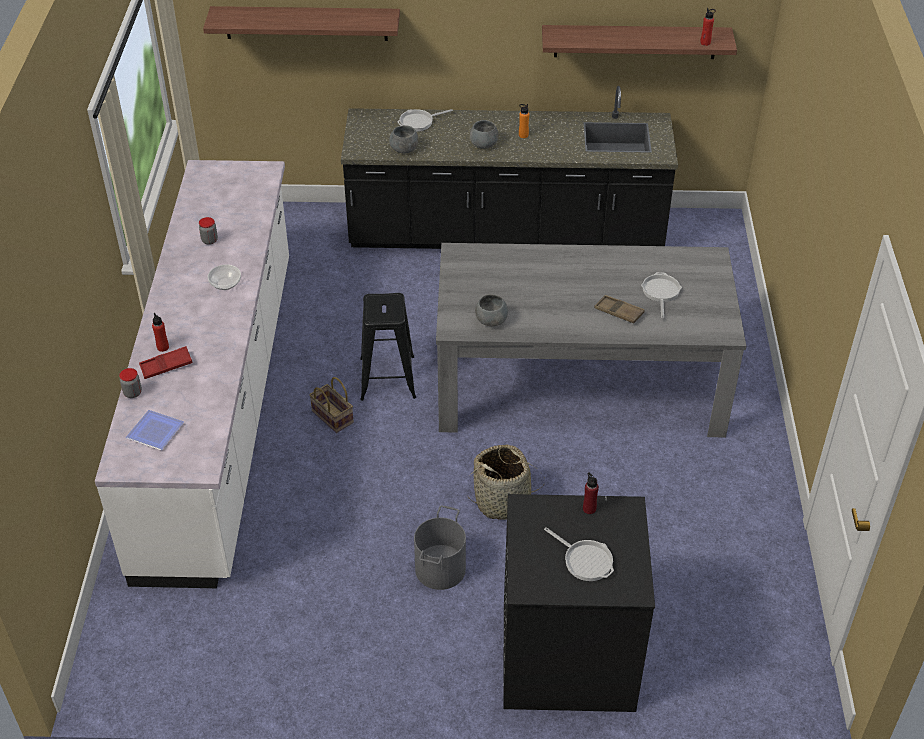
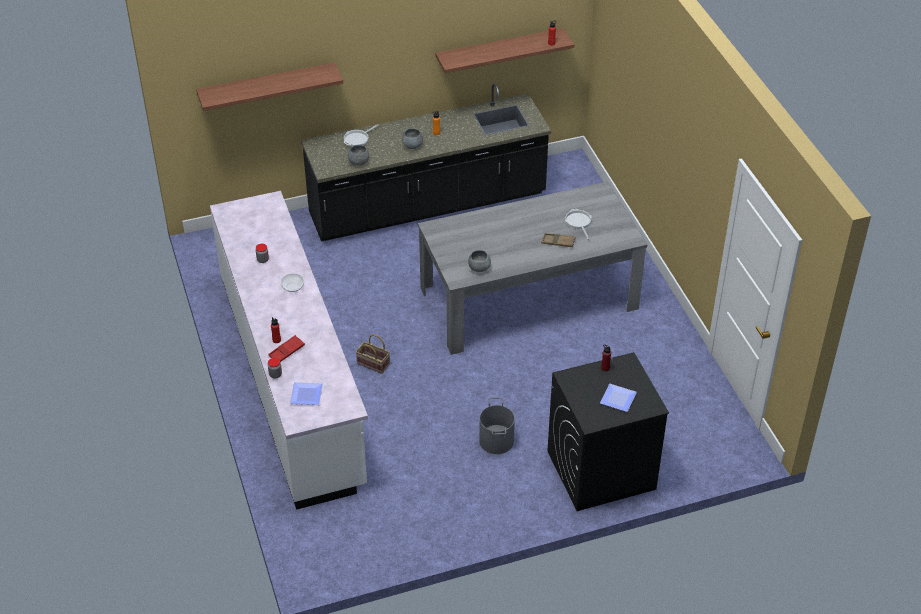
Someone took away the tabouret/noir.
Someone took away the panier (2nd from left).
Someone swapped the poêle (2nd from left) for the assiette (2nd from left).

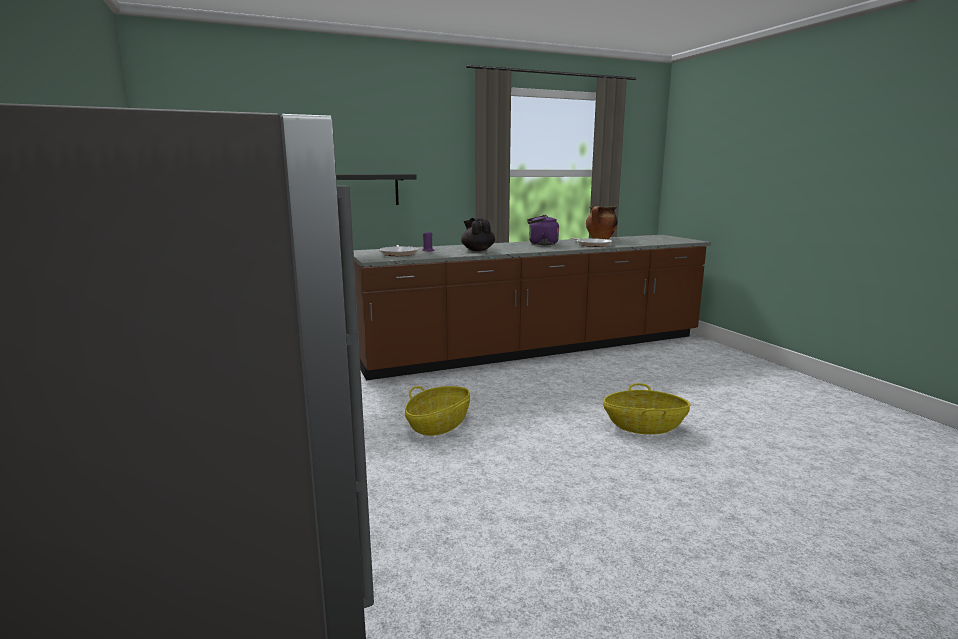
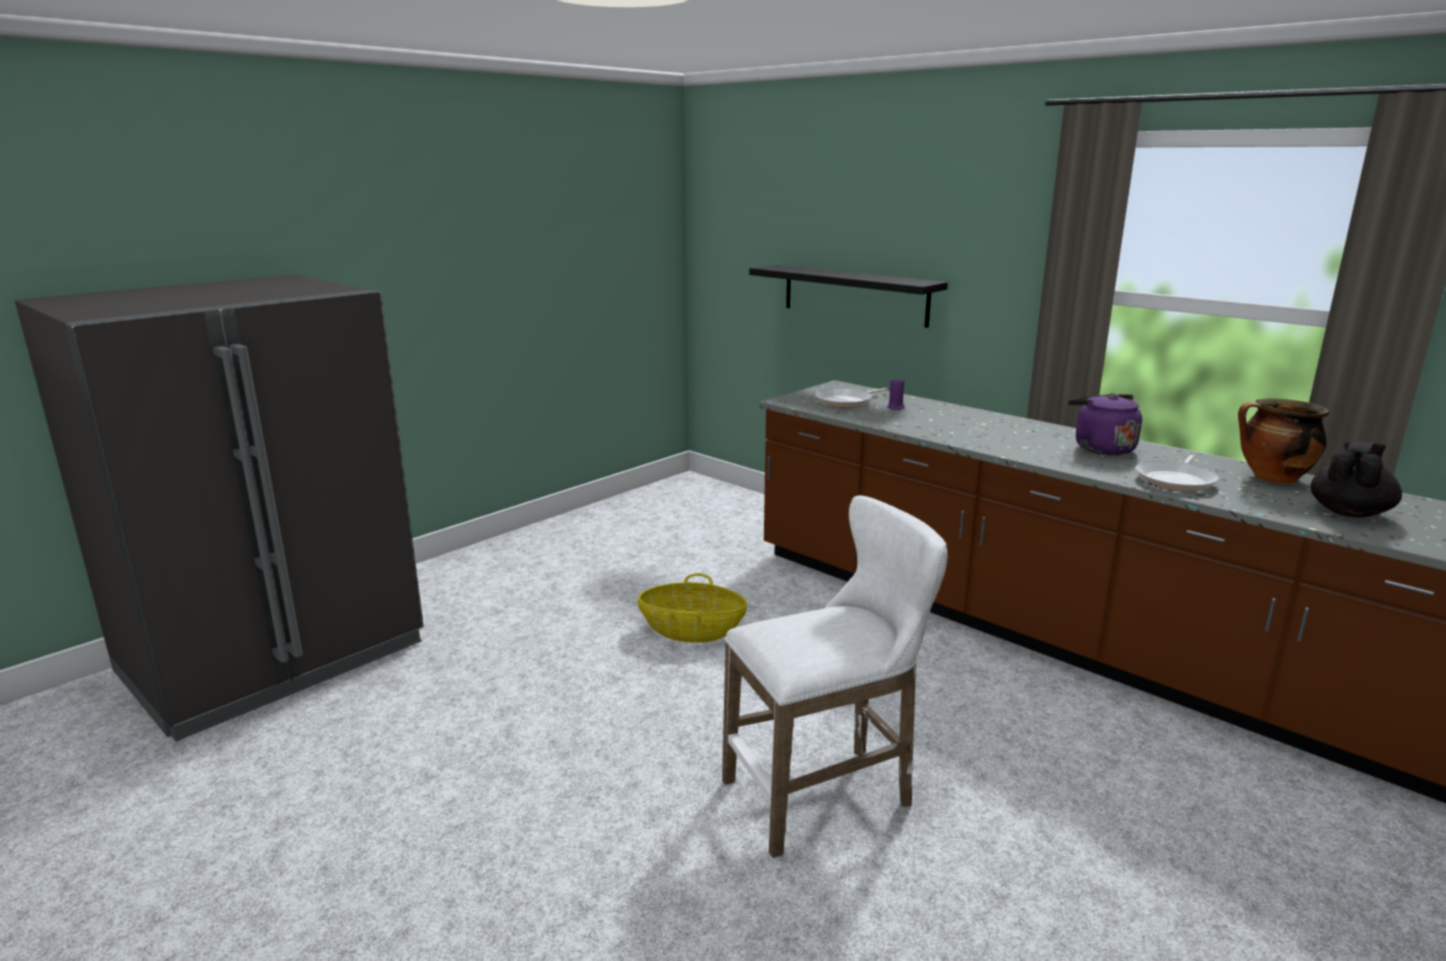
Someone carried the théière/noir.
Someone swapped the panier (2nd from left) for the tabouret/blanc.

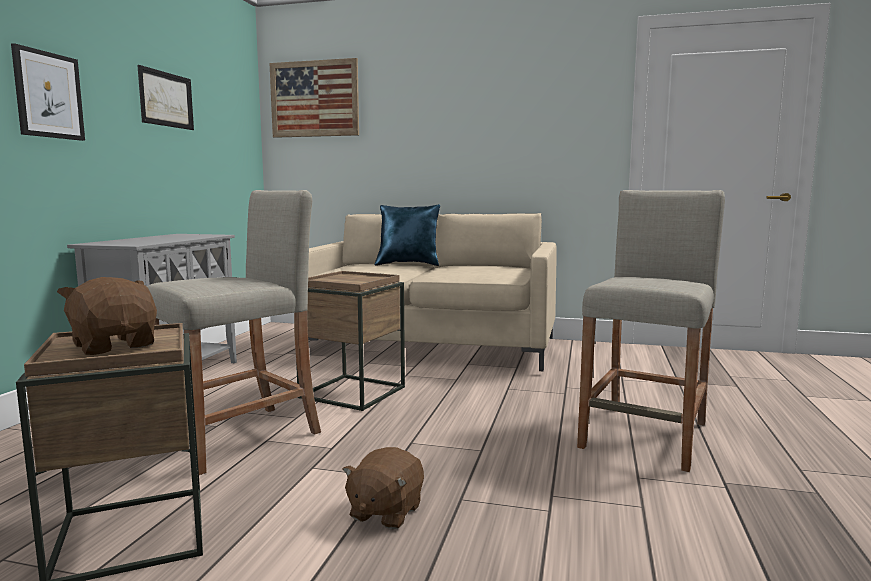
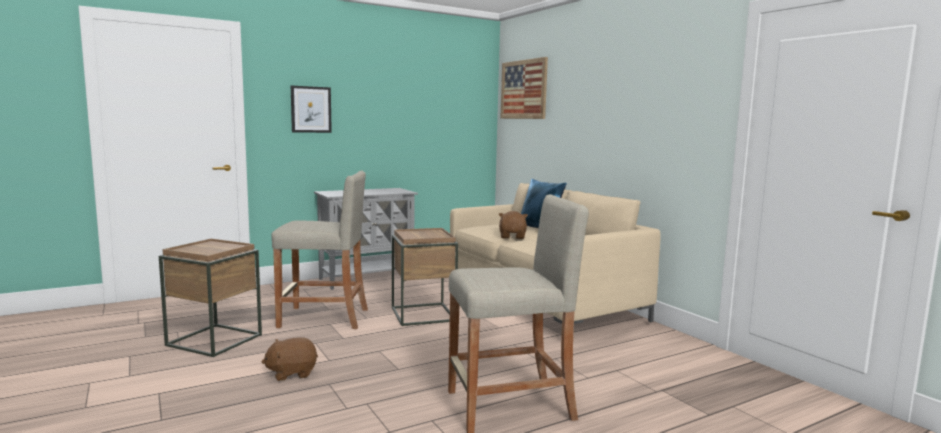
Someone took away the tableau (2nd from left).
Someone carried the peluche/marron (1st from left in the first image).

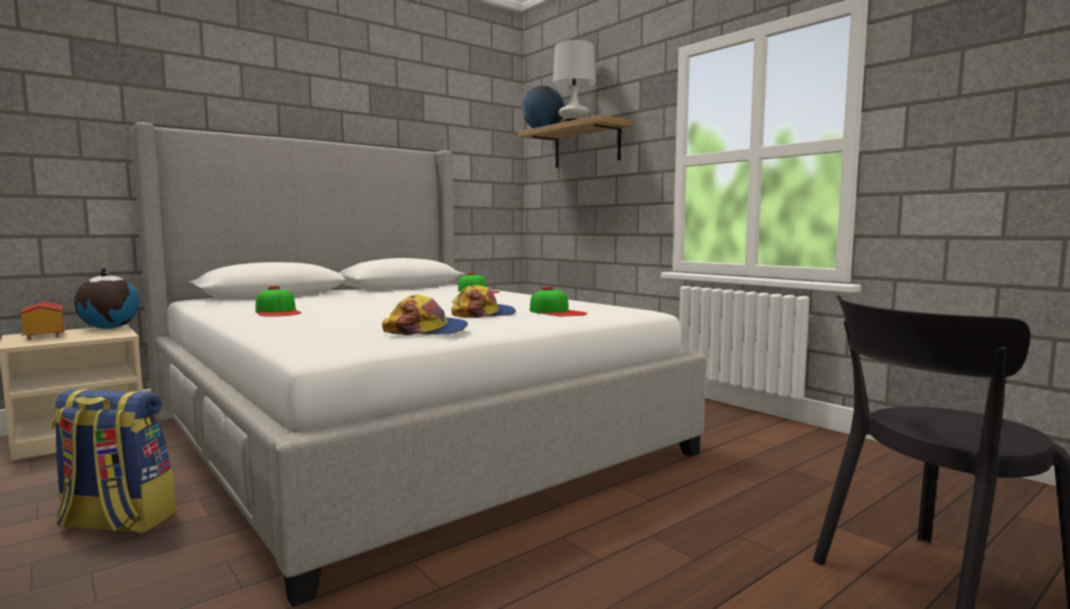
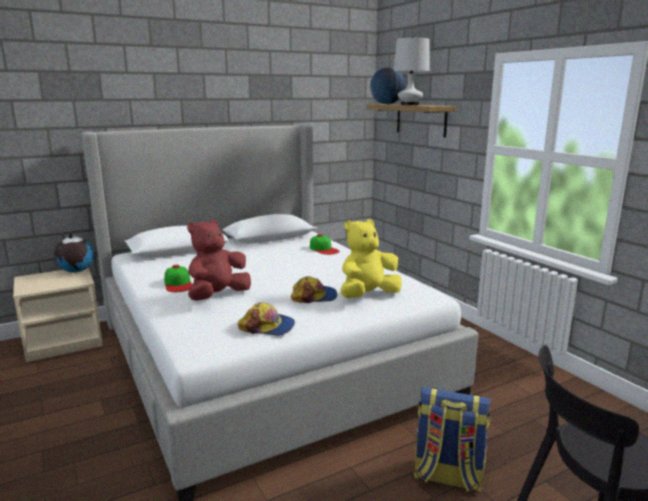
Someone swapped the casquette (5th from left) for the peluche/jaune.
Someone took away the maison miniature.
Someone carried the sac à dos.
Someone put down the peluche/rouge.

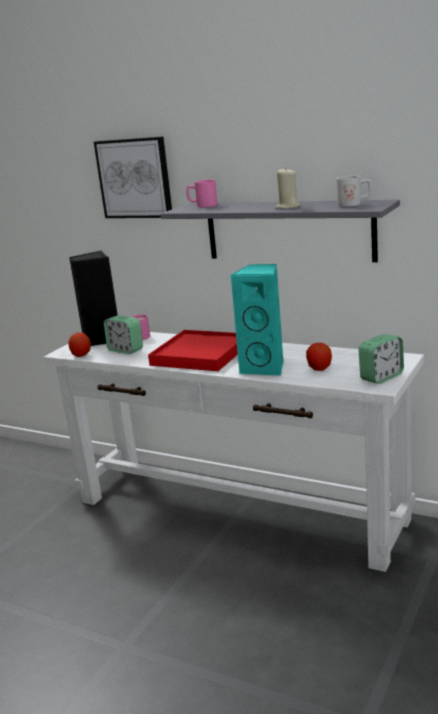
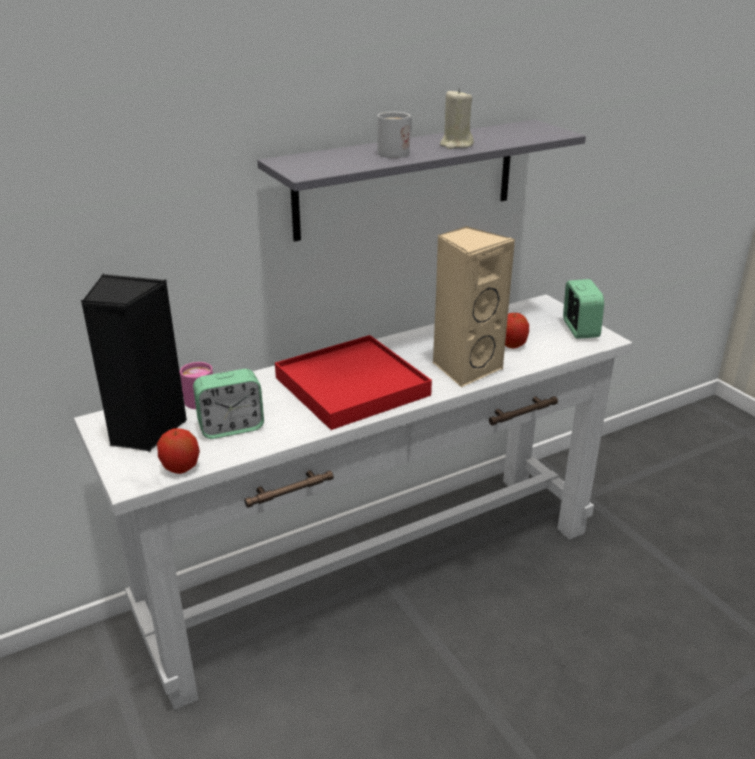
Someone took away the tableau.
Someone carried the mug/blanc.
Someone took away the mug/rose (2nd from left).
Someone repainted the enceinte/turquoise, which became the enceinte/beige.

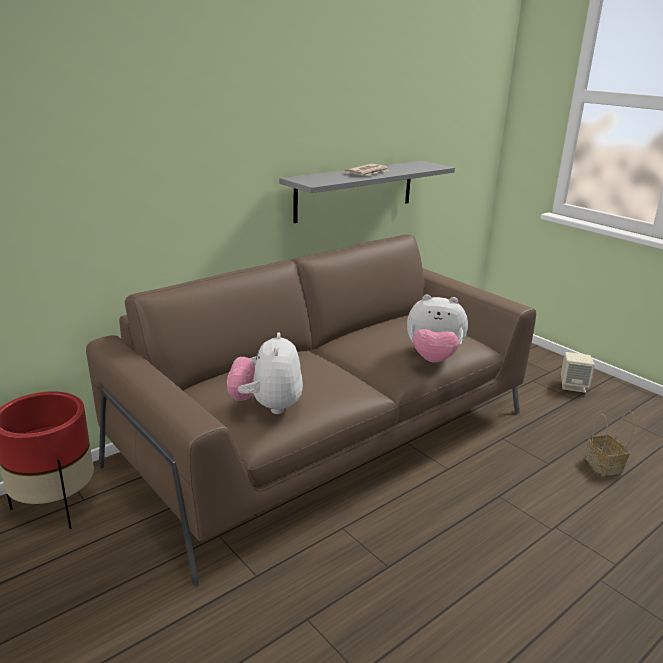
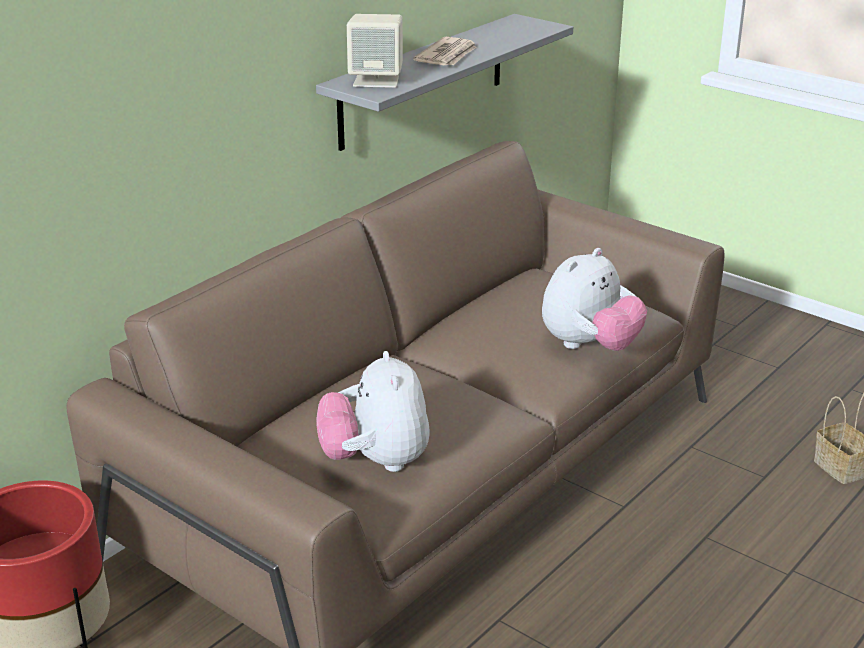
Someone rotated the peluche (2nd from left) by 45 degrees counterclockwise.
Someone carried the enceinte/beige.

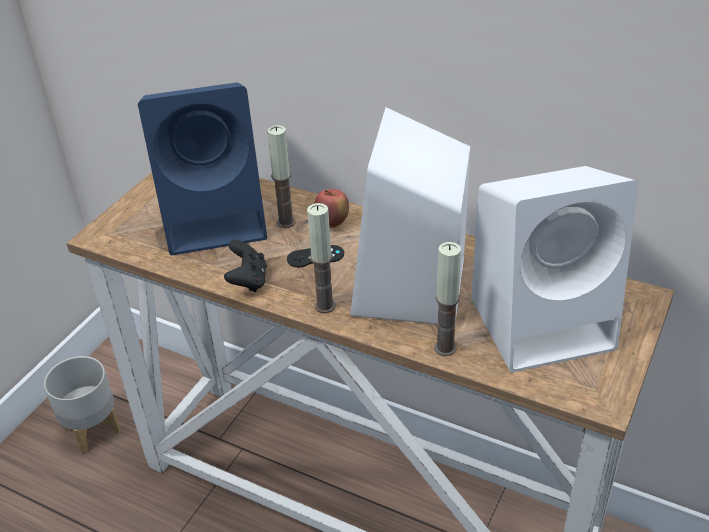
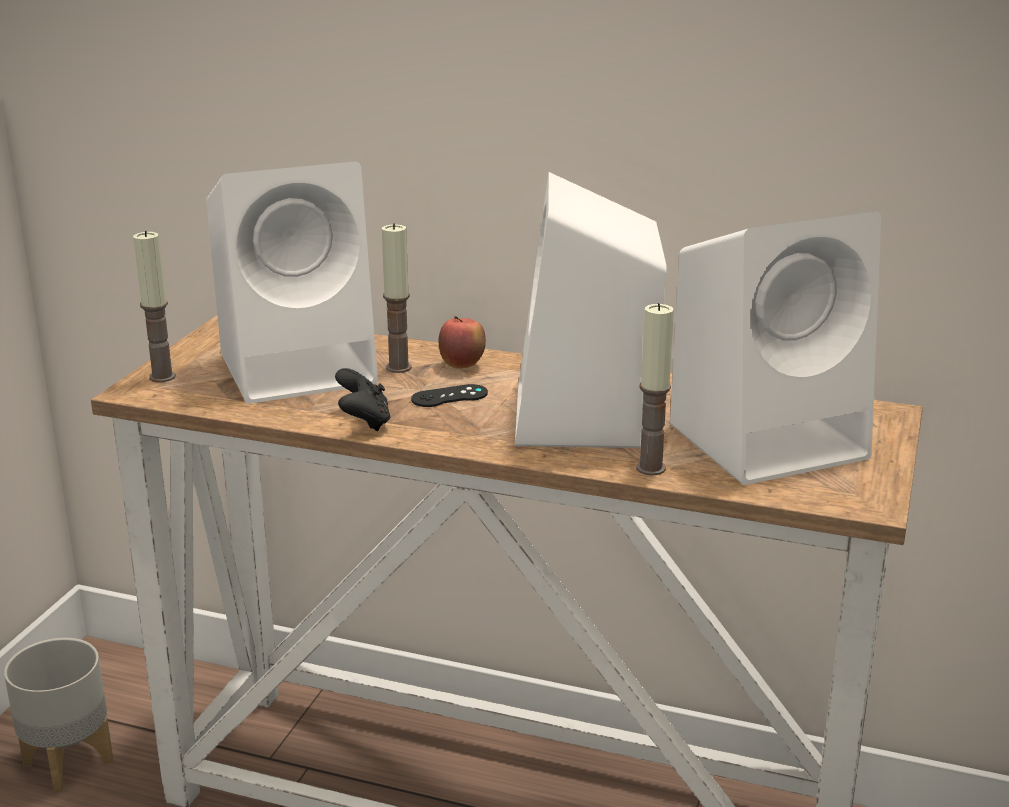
Someone repainted the enceinte/bleu, which became the enceinte/blanc (1st from left).
Someone carried the bougie (2nd from left in the first image).

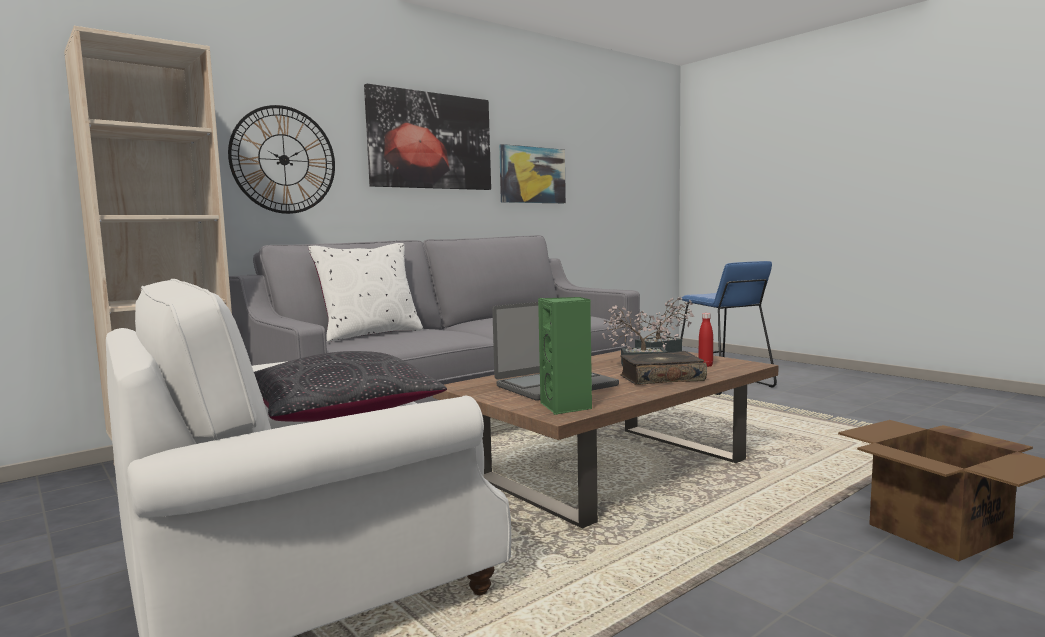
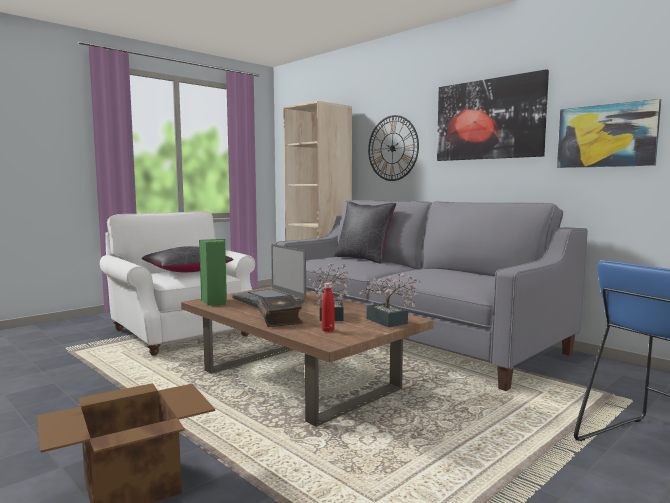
Someone repainted the coussin/blanc, which became the coussin/noir (2nd from left).

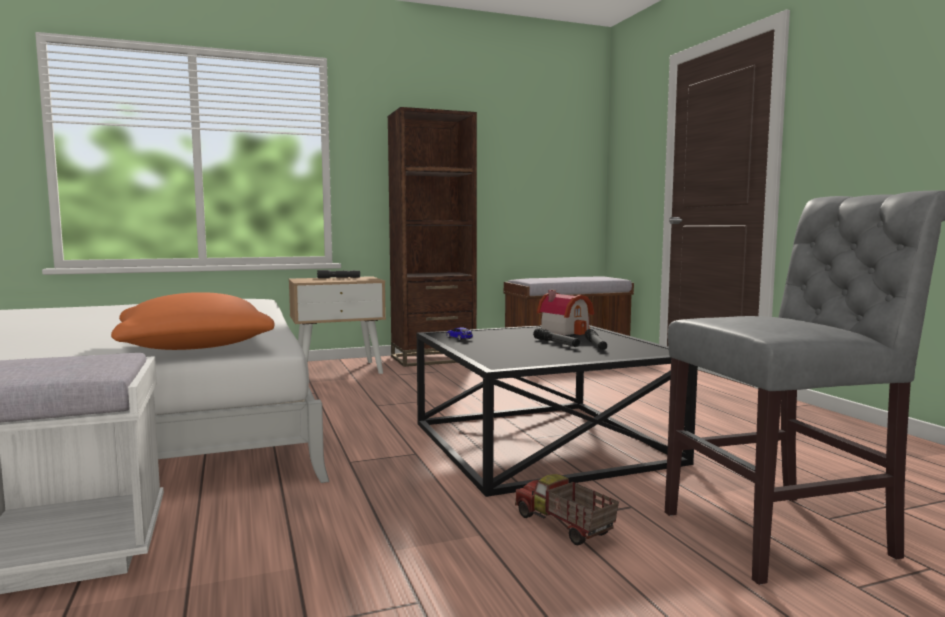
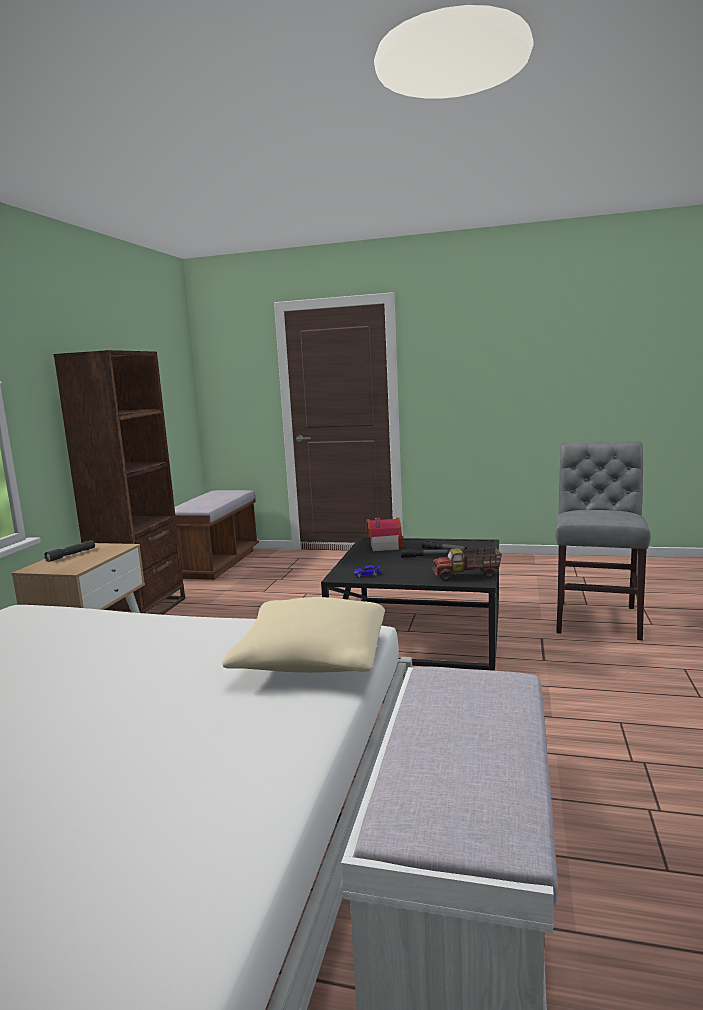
Someone repainted the coussin/orange, which became the coussin/beige.
Someone carried the camion jouet.

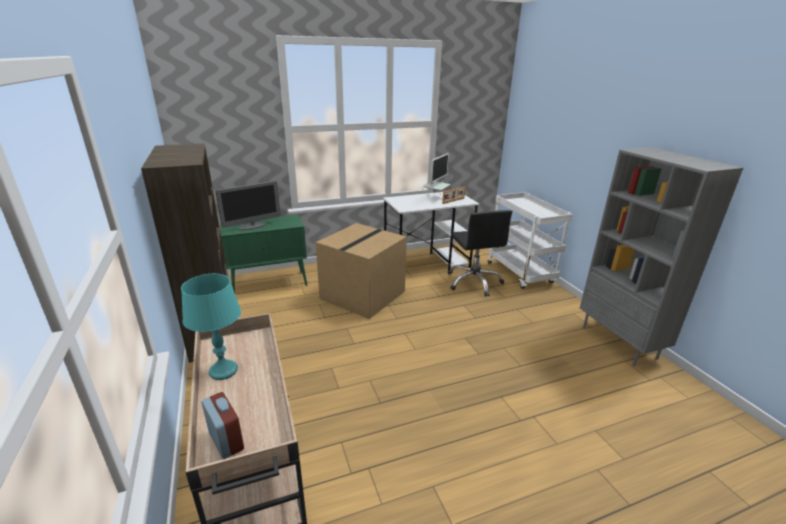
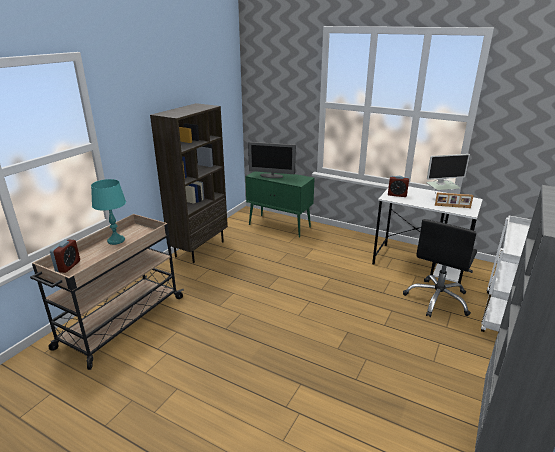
Someone took away the carton.
Someone put down the réveil (2nd from left).

